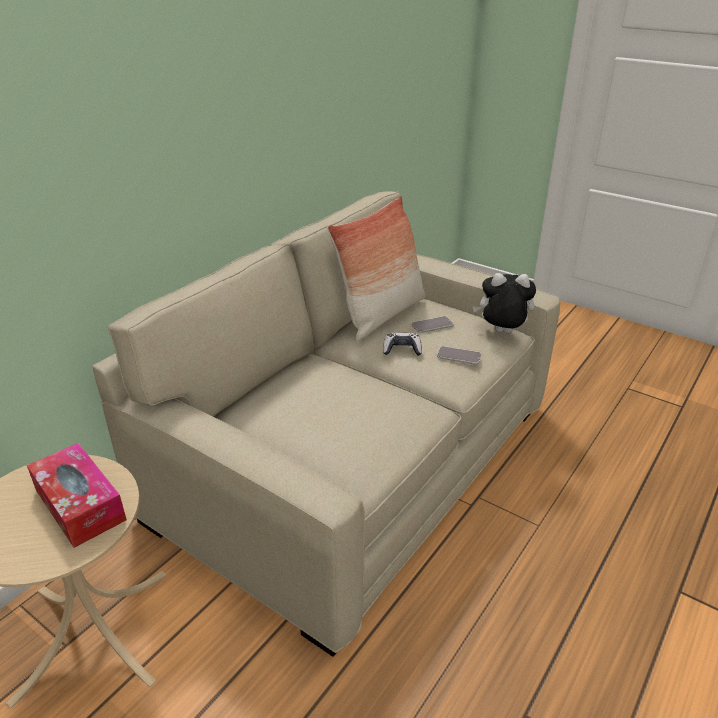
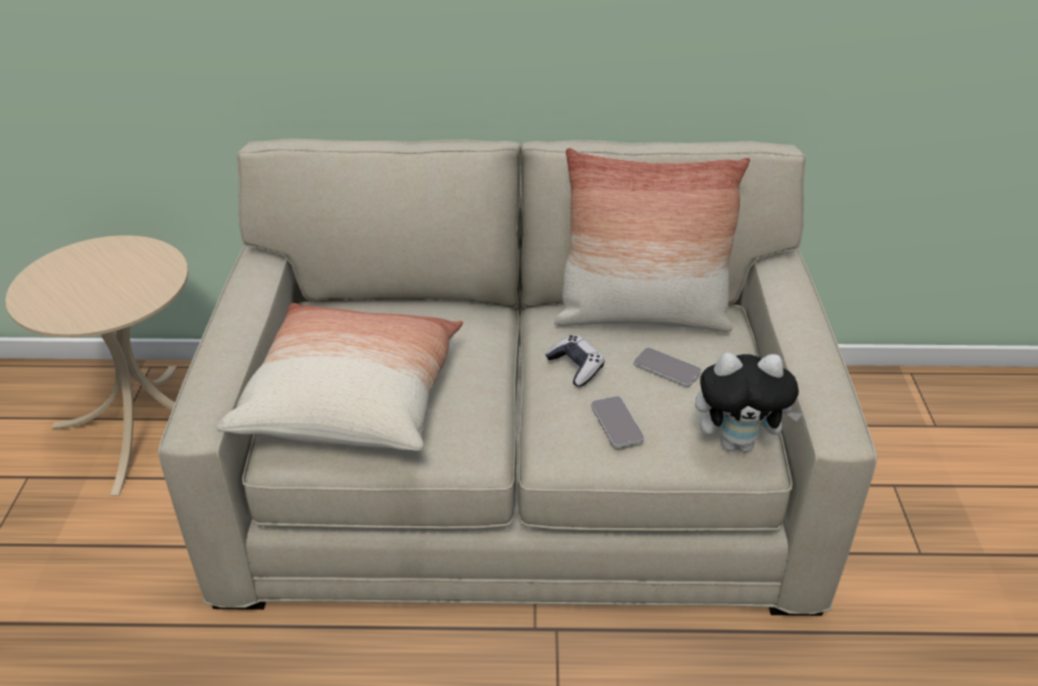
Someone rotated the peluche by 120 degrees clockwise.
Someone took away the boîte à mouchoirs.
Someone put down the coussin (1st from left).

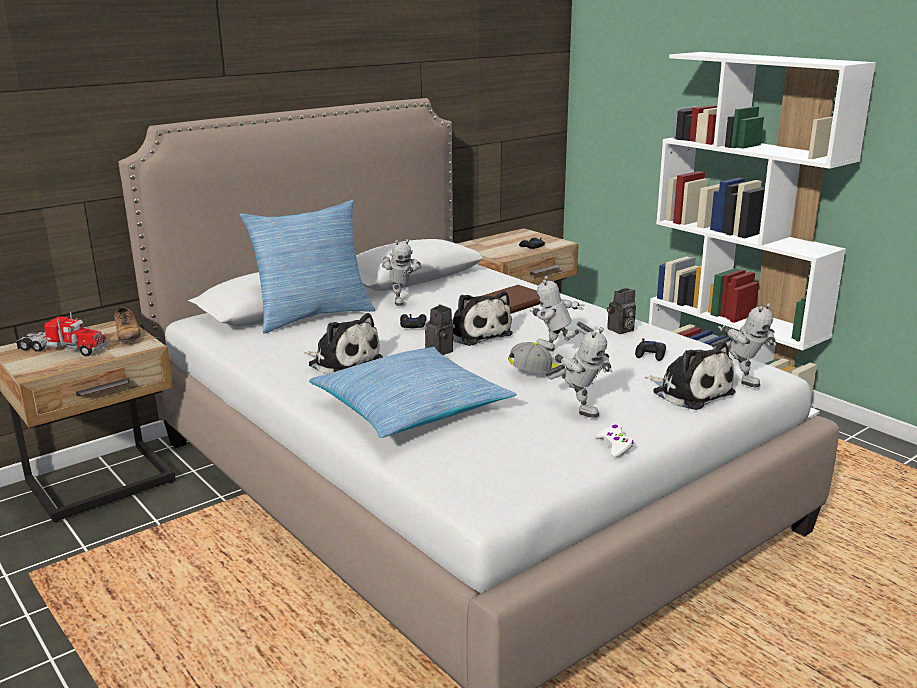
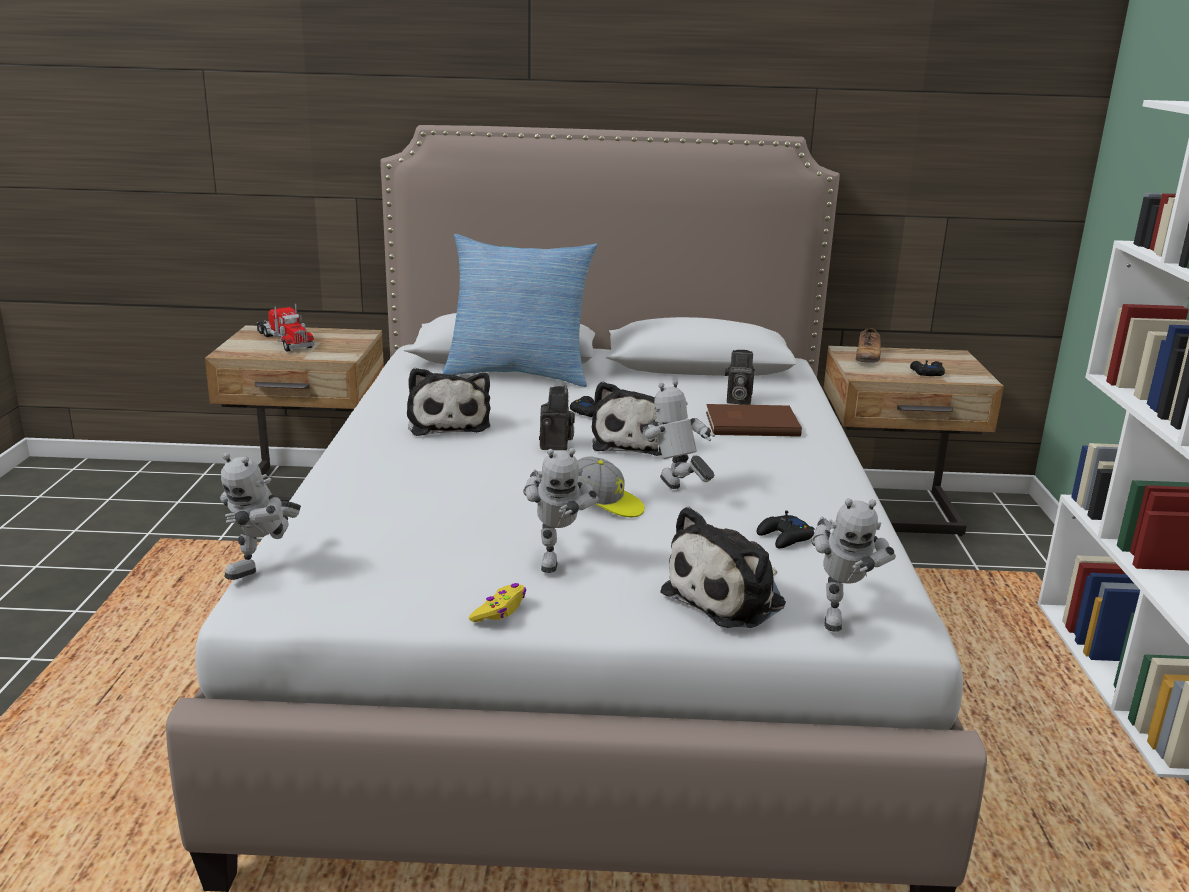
Someone carried the robot jouet (1st from left).
Someone carried the appareil photo (2nd from left).
Someone carried the chaussure.
Someone rotated the peluche (3rd from left) by 45 degrees clockwise.
Someone took away the coussin (2nd from left).
Someone repainted the manette/blanc, which became the manette/jaune.

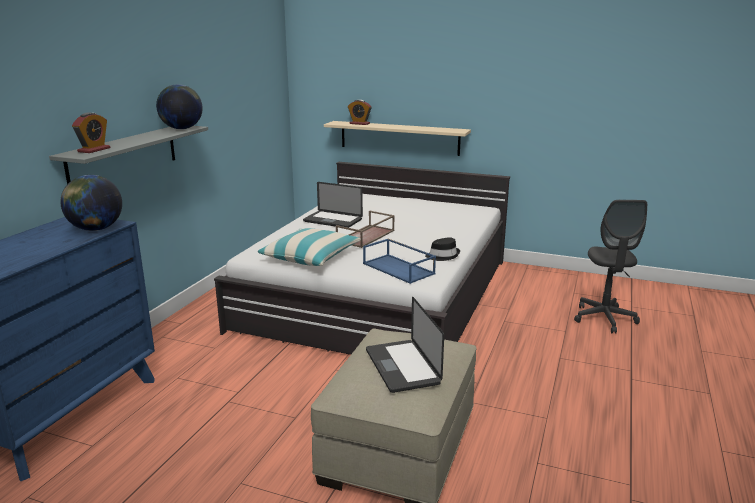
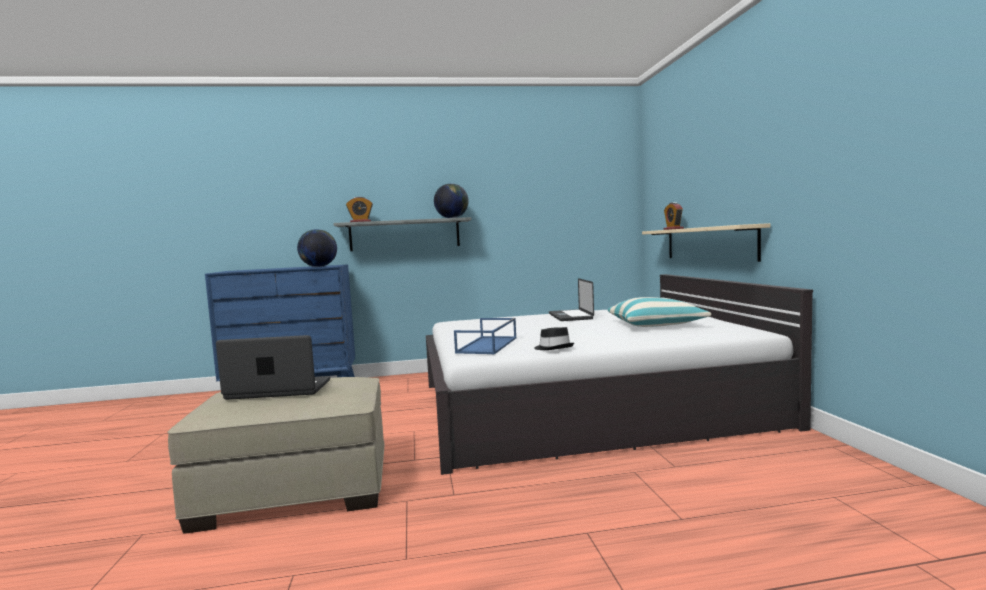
Someone took away the chaise de bureau/gris.
Someone took away the plateau/marron.
Someone carried the coussin.
Someone rotated the ordinateur portable (2nd from left in the first image) by 45 degrees clockwise.

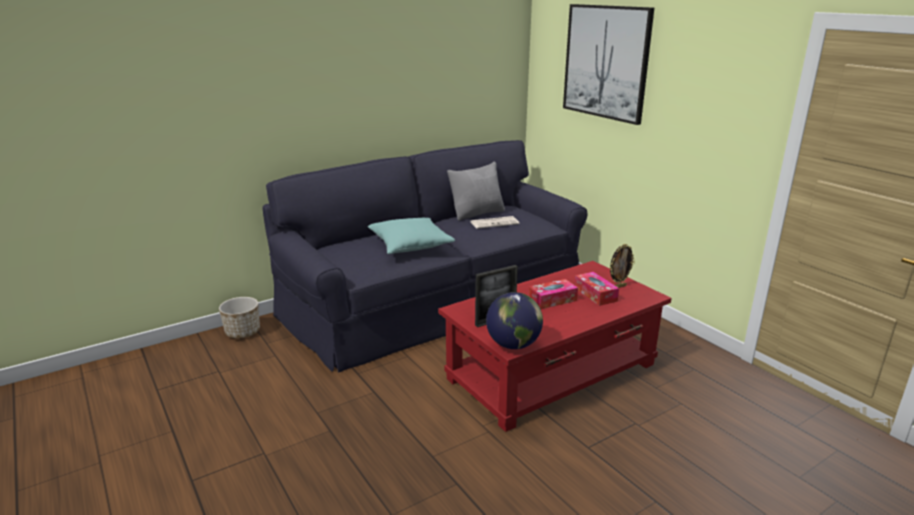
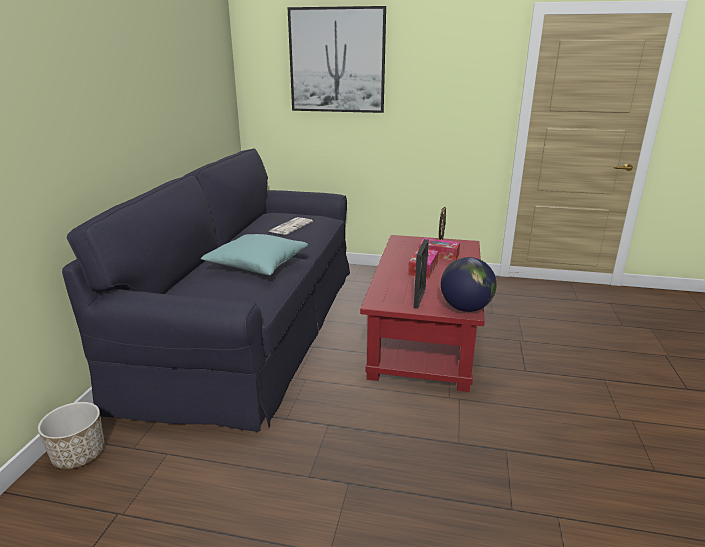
Someone took away the coussin/gris.

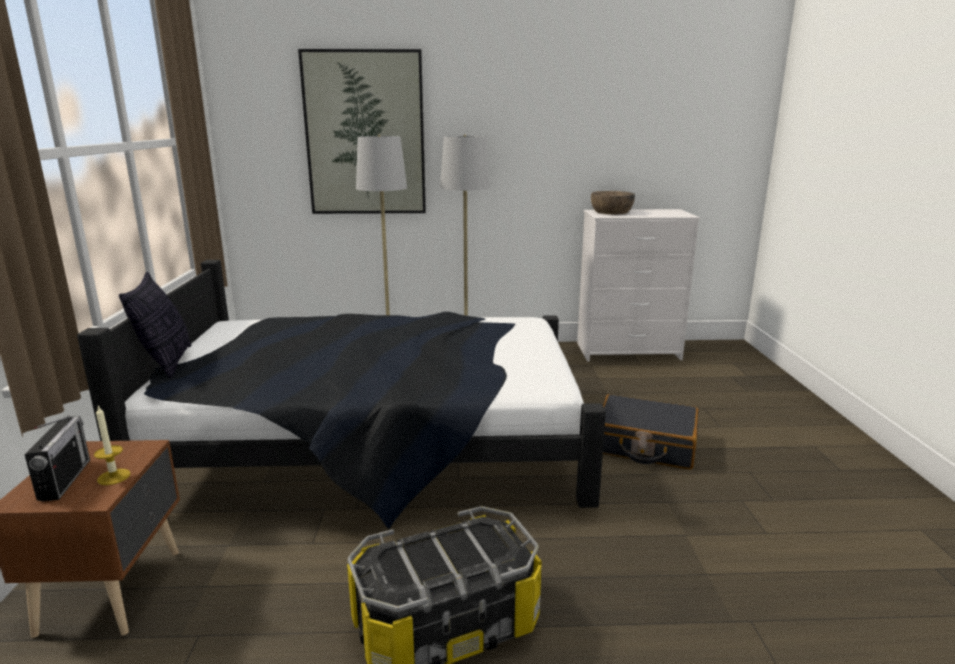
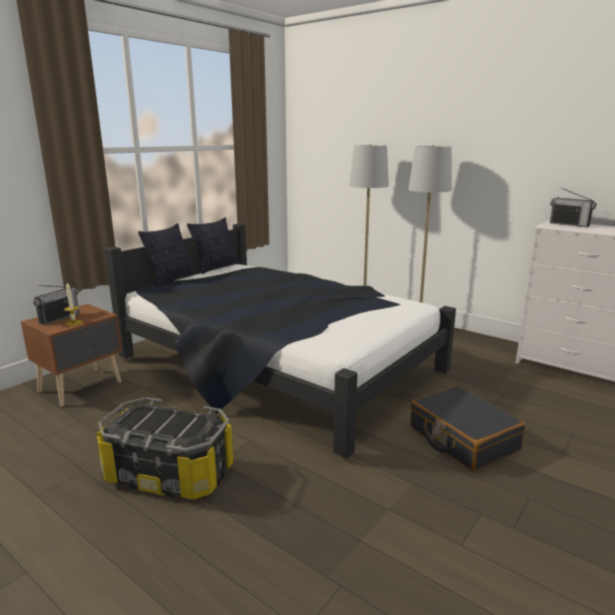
Someone took away the tableau.
Someone swapped the bol/marron for the radio (2nd from left).
Someone put down the coussin (2nd from left).

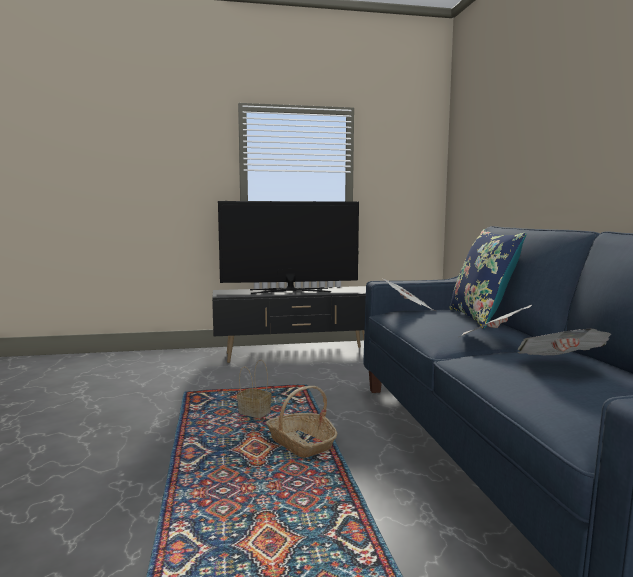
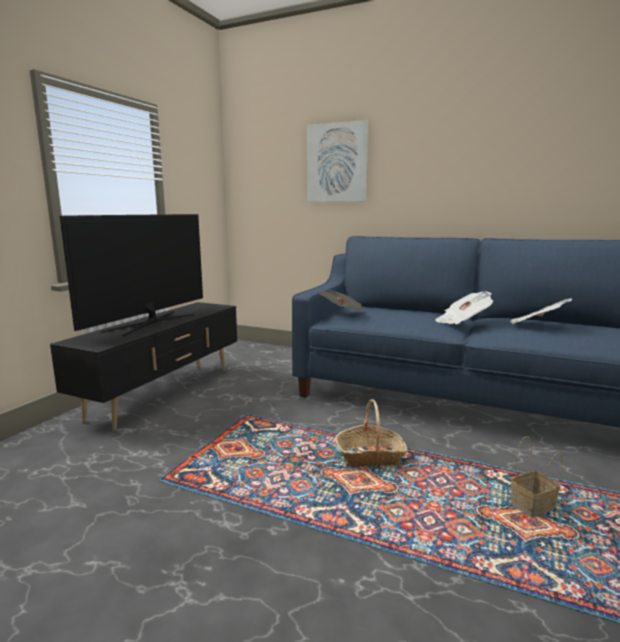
Someone took away the coussin/bleu.
Someone carried the panier (1st from left in the first image).
Someone put up the tableau.

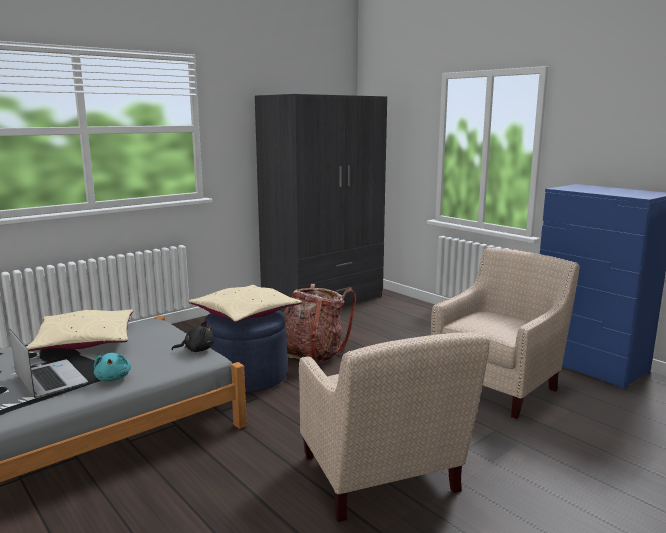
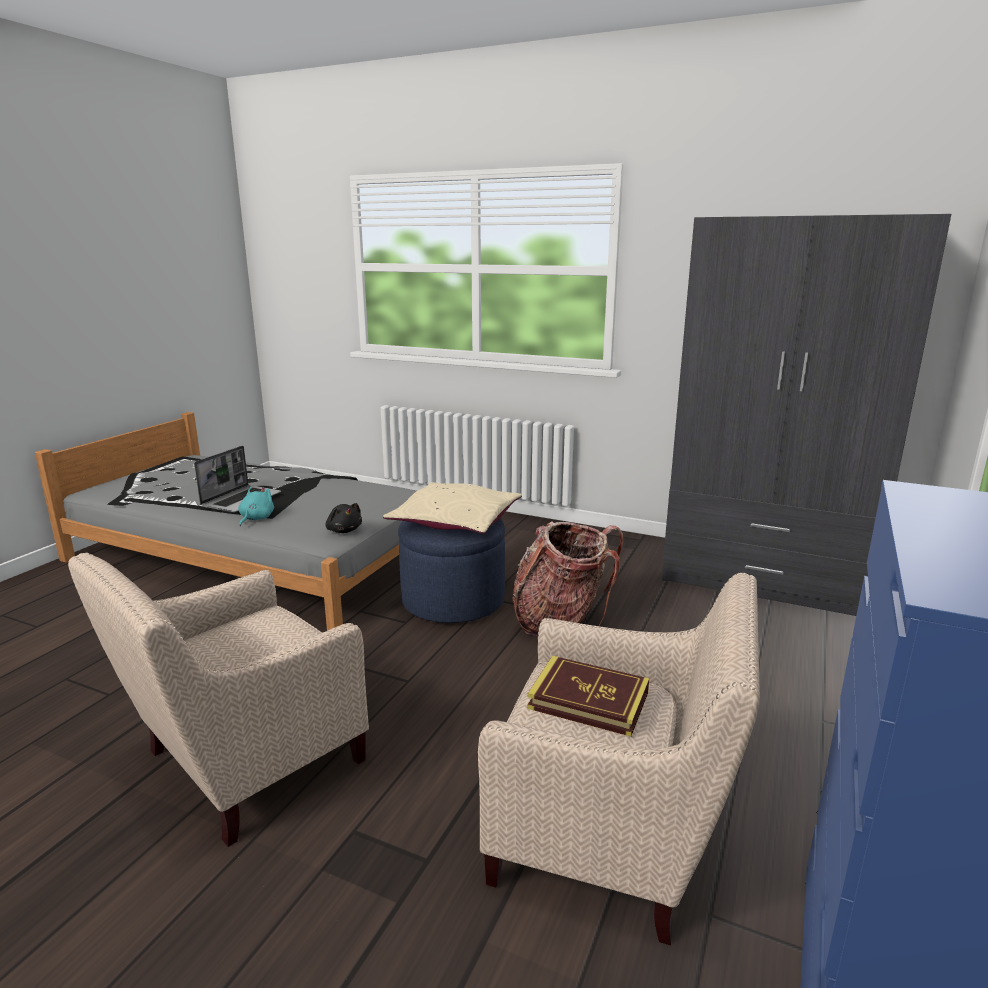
Someone took away the coussin/beige (1st from left).
Someone rotated the peluche/turquoise by 150 degrees clockwise.
Someone put down the livre.

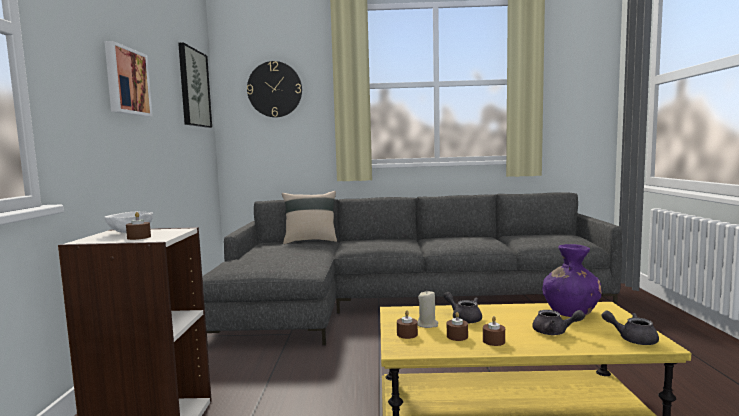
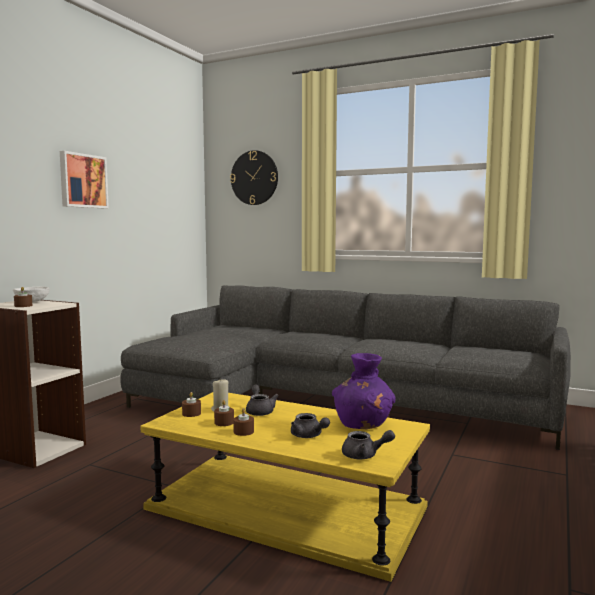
Someone took away the tableau (2nd from left).
Someone took away the coussin/beige.
Someone rotated the théière/gris (3rd from left) by 135 degrees clockwise.

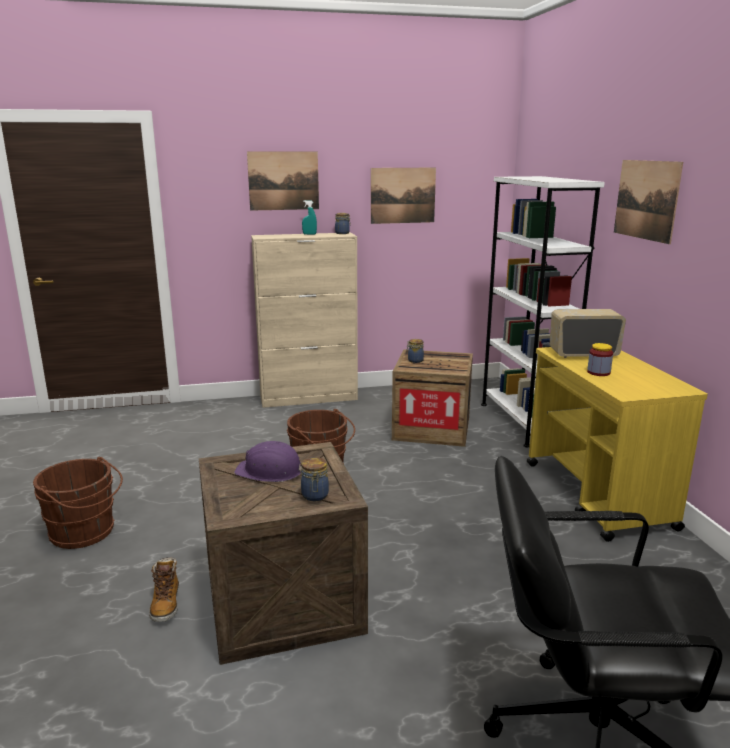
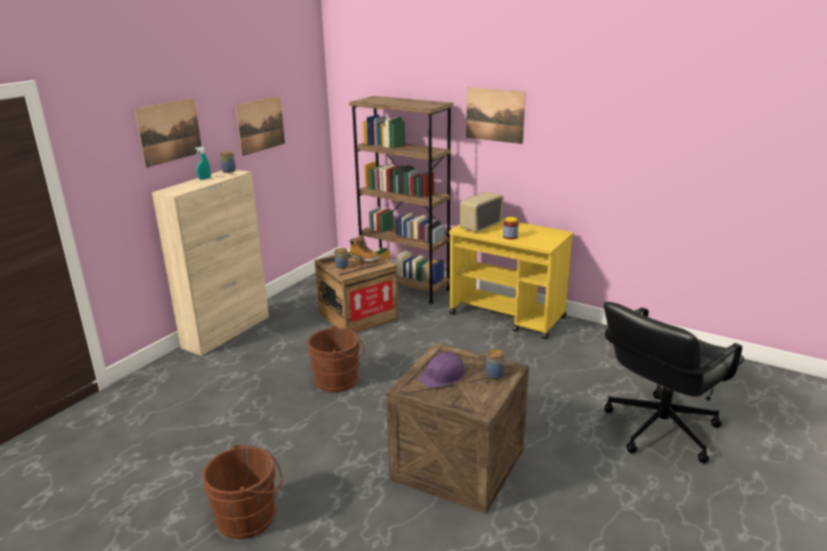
Someone repainted the bibliothèque/blanc, which became the bibliothèque/marron.
Someone carried the botte.

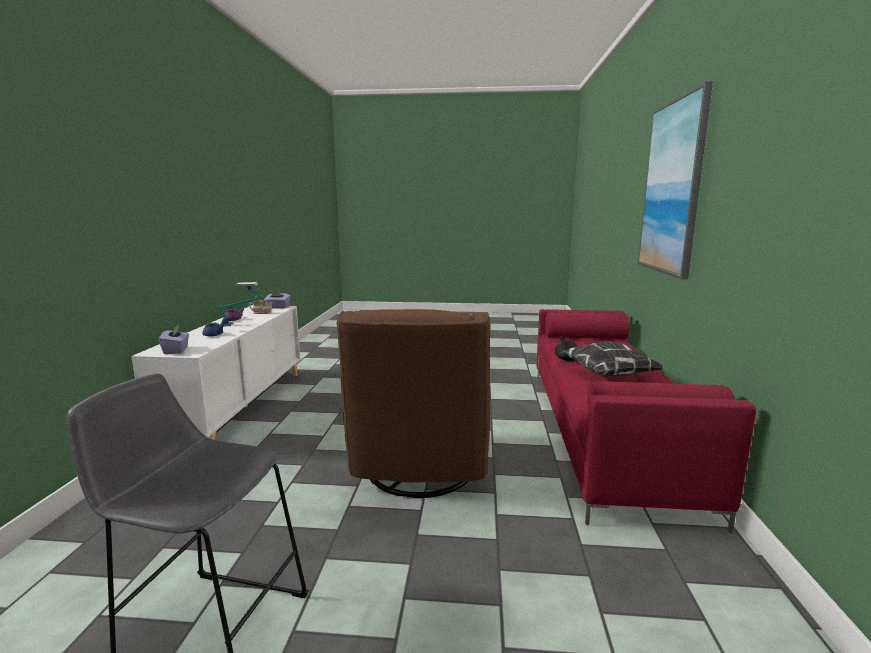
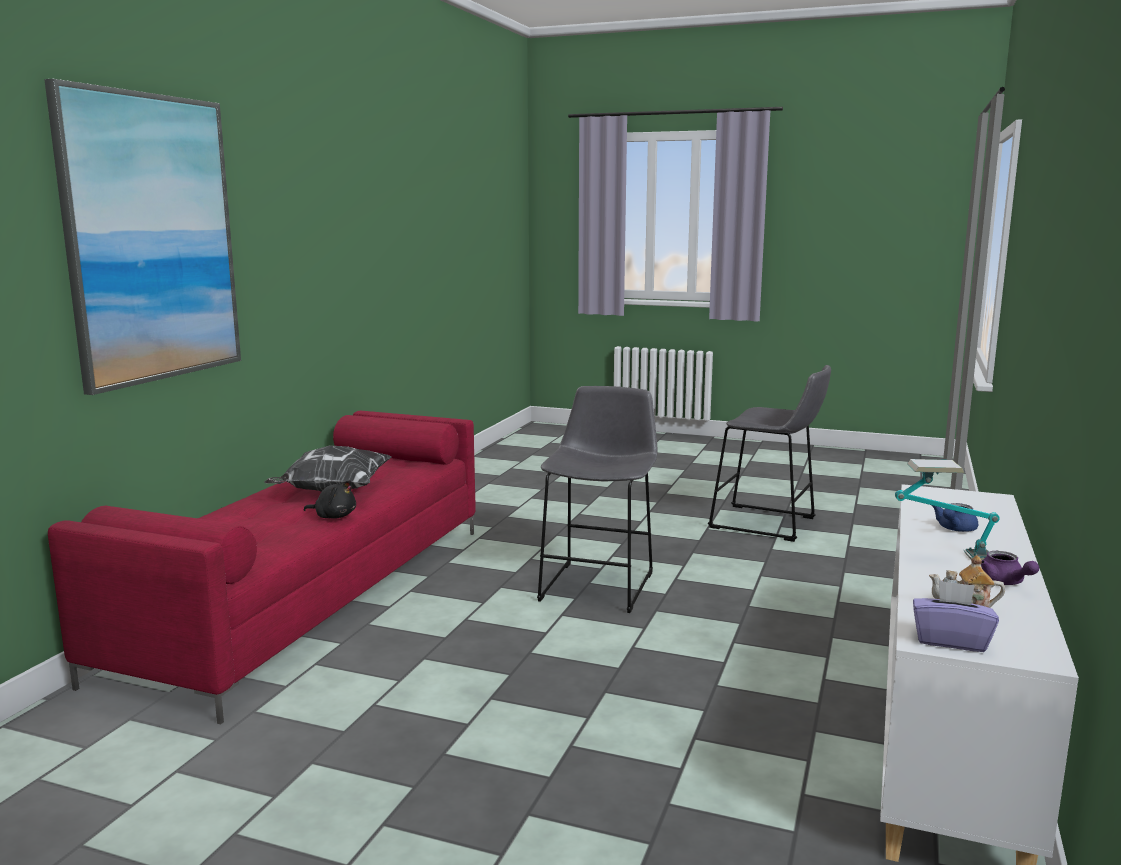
Someone swapped the fauteuil/marron for the tabouret/gris (1st from left).
Someone took away the boîte à mouchoirs/violet (1st from left).

